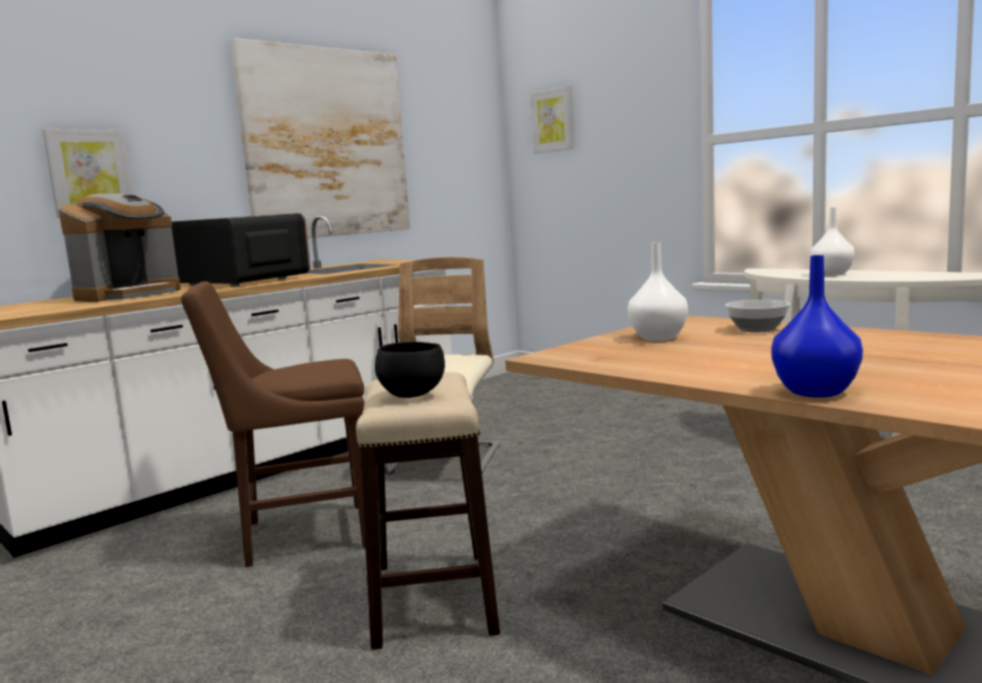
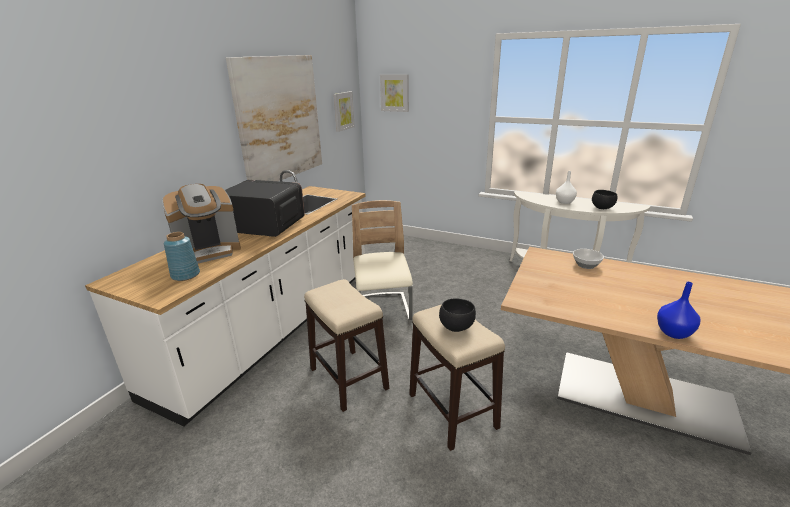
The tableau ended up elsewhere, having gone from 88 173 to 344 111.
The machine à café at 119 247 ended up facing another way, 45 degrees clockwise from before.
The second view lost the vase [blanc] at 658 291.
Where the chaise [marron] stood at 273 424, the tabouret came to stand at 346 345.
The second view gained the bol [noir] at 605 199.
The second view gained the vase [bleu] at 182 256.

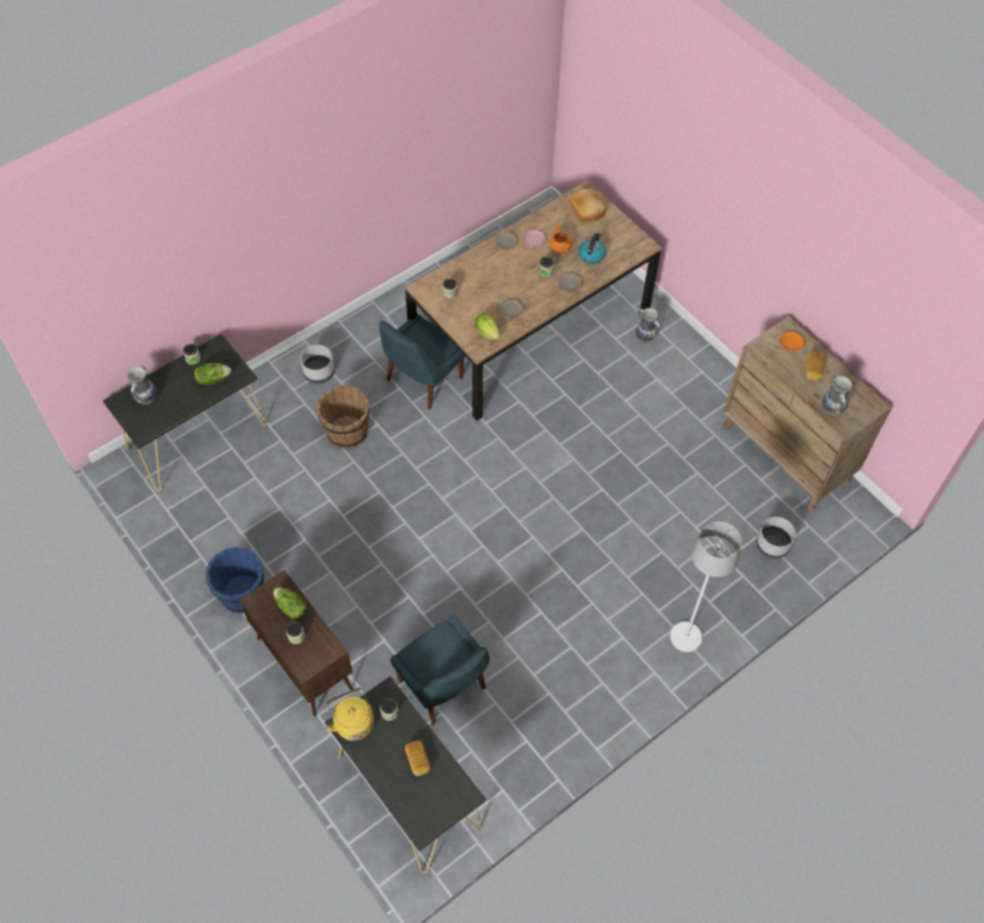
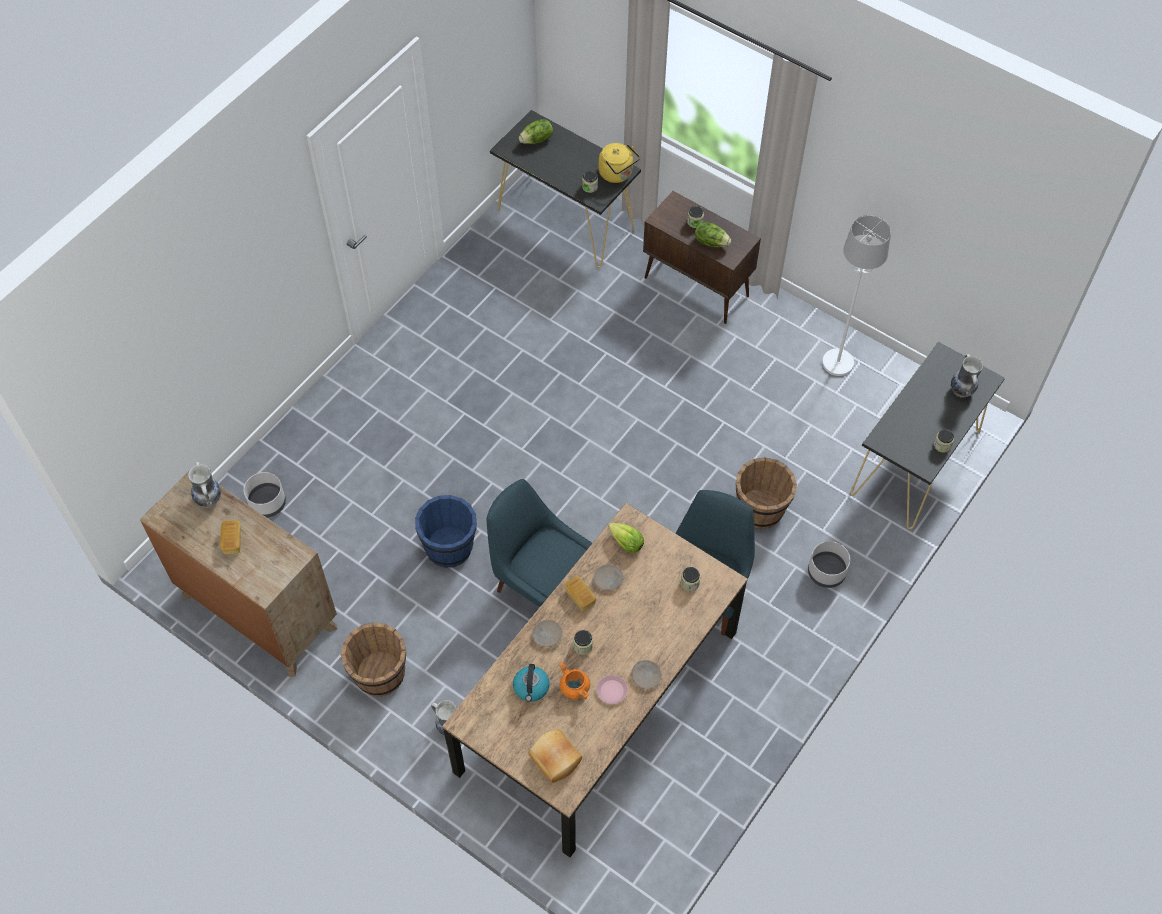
The second view lost the assiette [orange] at 792 341.
The laitue ended up elsewhere, having gone from 212 374 to 536 131.
The lampadaire [blanc] ended up elsewhere, having gone from 706 587 to 856 295.
The seau [bleu] ended up elsewhere, having gone from 234 580 to 446 531.
The chaise [bleu] ended up elsewhere, having gone from 439 671 to 539 543.
The pain ended up elsewhere, having gone from 417 758 to 580 593.
The second view gained the seau [marron] at 373 660.

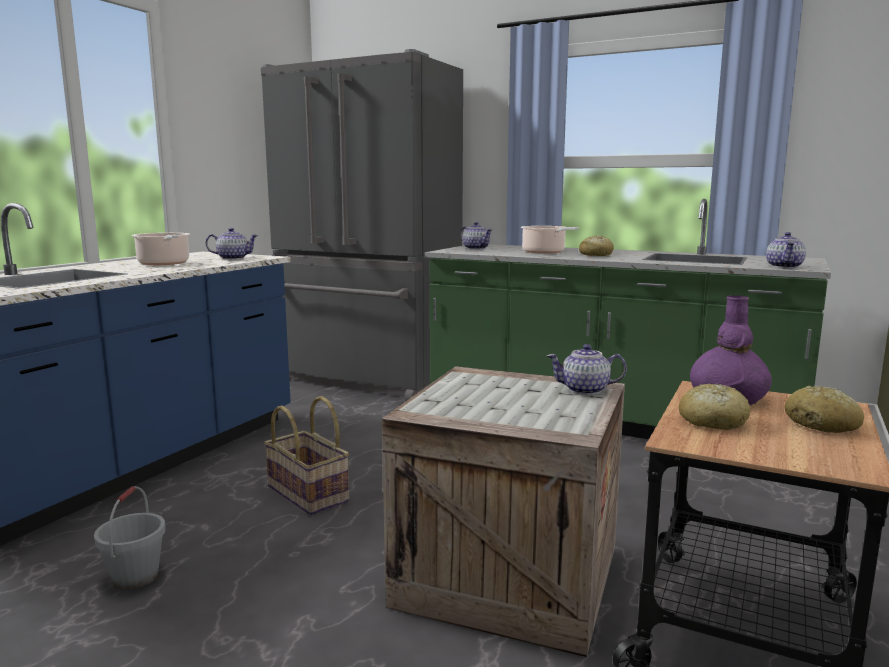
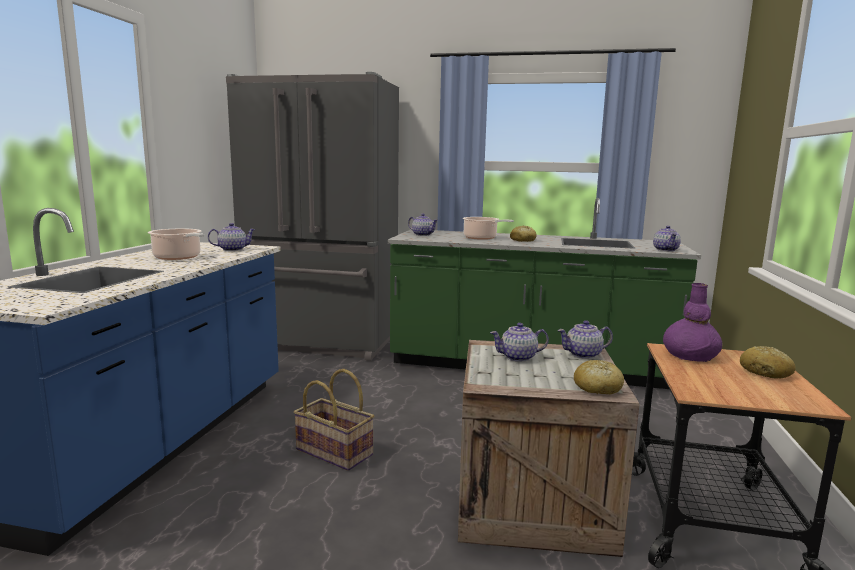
The pain ended up elsewhere, having gone from 714 406 to 599 377.
The second view lost the seau [gris] at 130 538.
The second view gained the théière at 519 342.

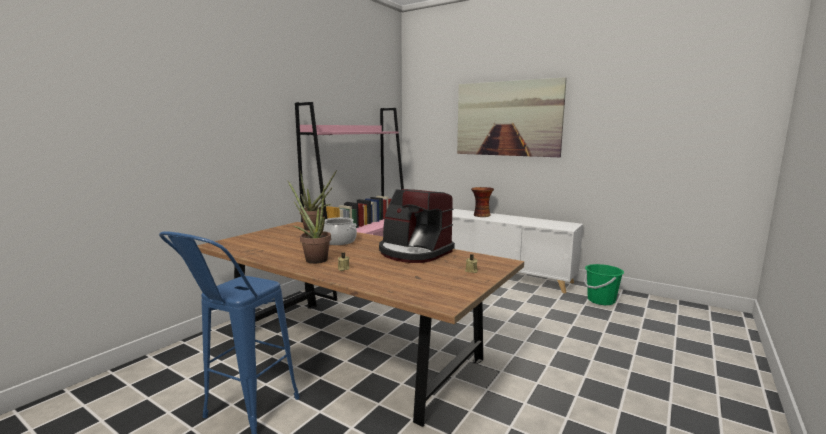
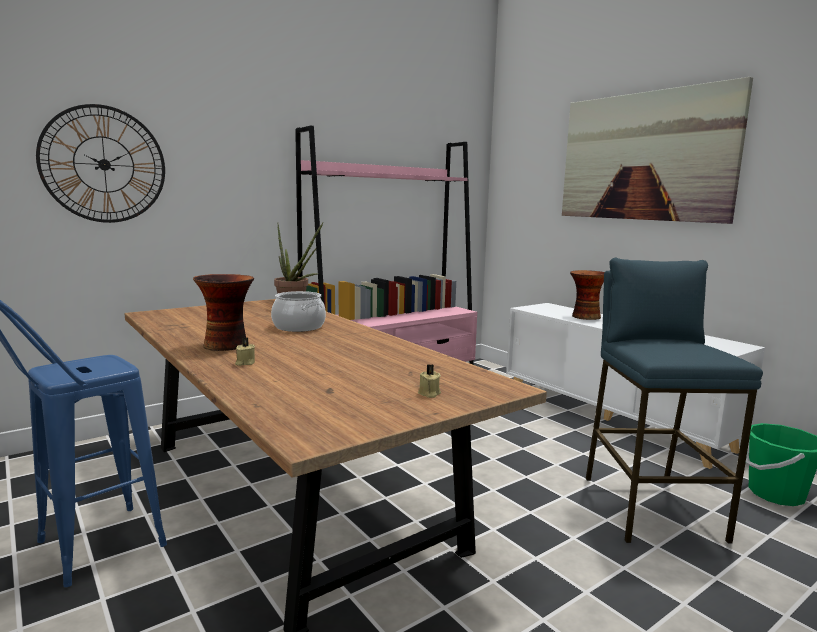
Where the plante en pot stood at 309 222, the vase came to stand at 223 312.
The second view lost the machine à café at 417 226.
The second view gained the horloge murale at 100 163.
The second view gained the tabouret [bleu] at 674 401.

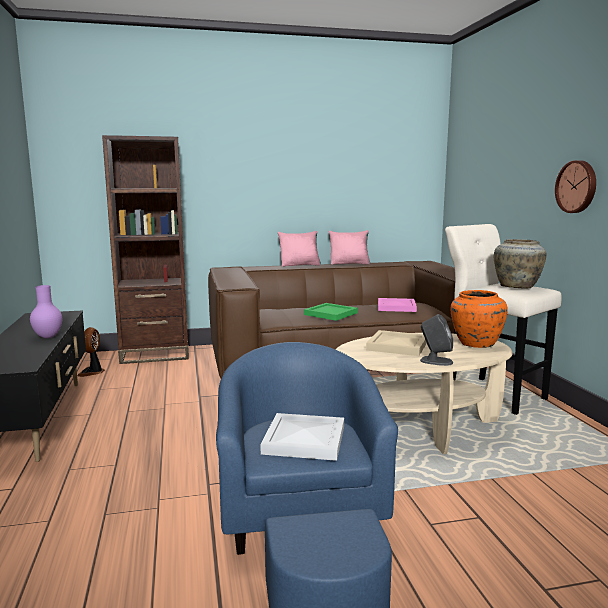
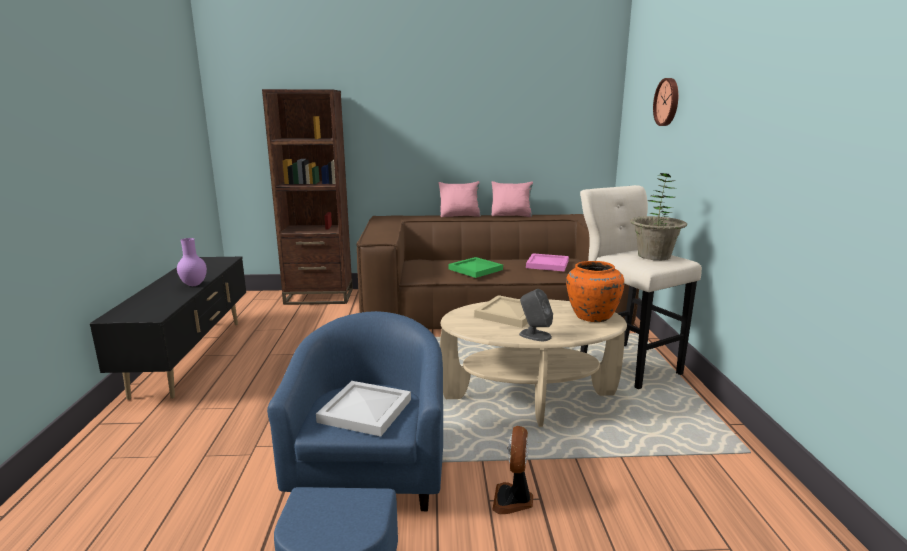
The horloge murale ended up elsewhere, having gone from 575 186 to 665 102.
Where the vase [beige] stood at 520 263, the plante en pot came to stand at 658 216.
The ventilateur ended up elsewhere, having gone from 91 352 to 512 470.

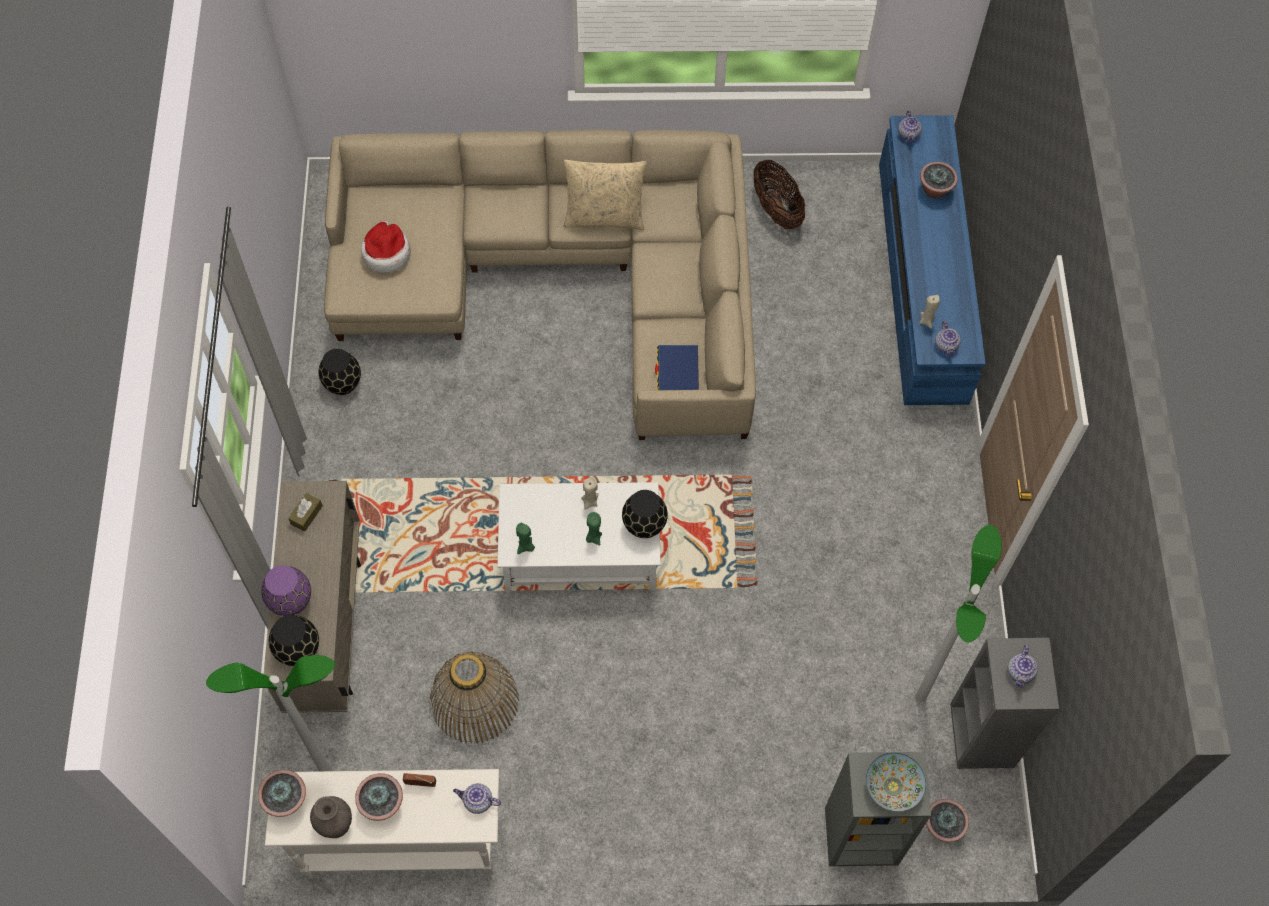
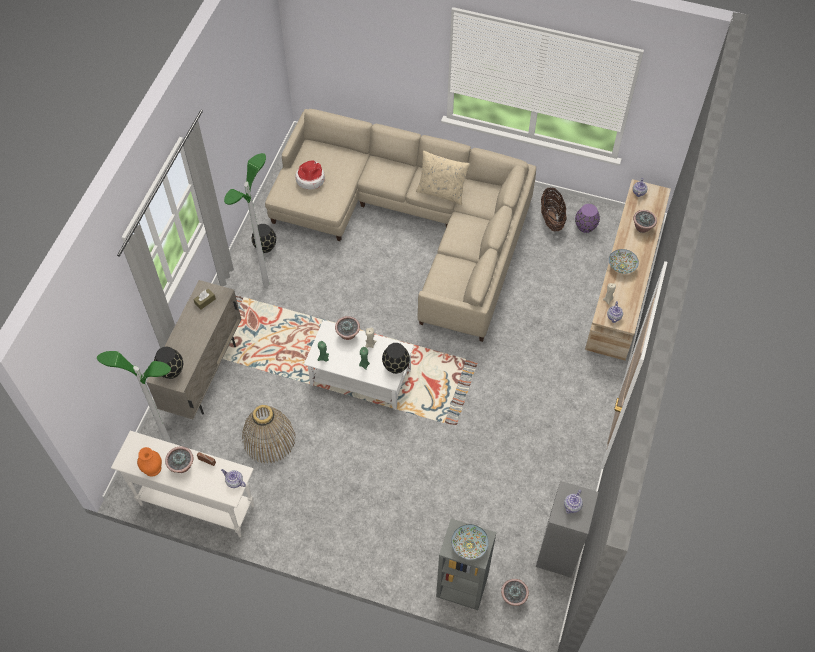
What was the meuble télé [bleu] at 932 260 turned into the meuble télé [beige] at 628 270.
The second view lost the livre [bleu] at 677 367.
The lampadaire ended up elsewhere, having gone from 959 613 to 246 220.
The vase [violet] ended up elsewhere, having gone from 286 590 to 587 218.
The plante en pot ended up elsewhere, having gone from 282 793 to 347 328.
What was the vase [gris] at 331 817 turned into the vase [orange] at 149 462.
The second view gained the bol at 624 261.

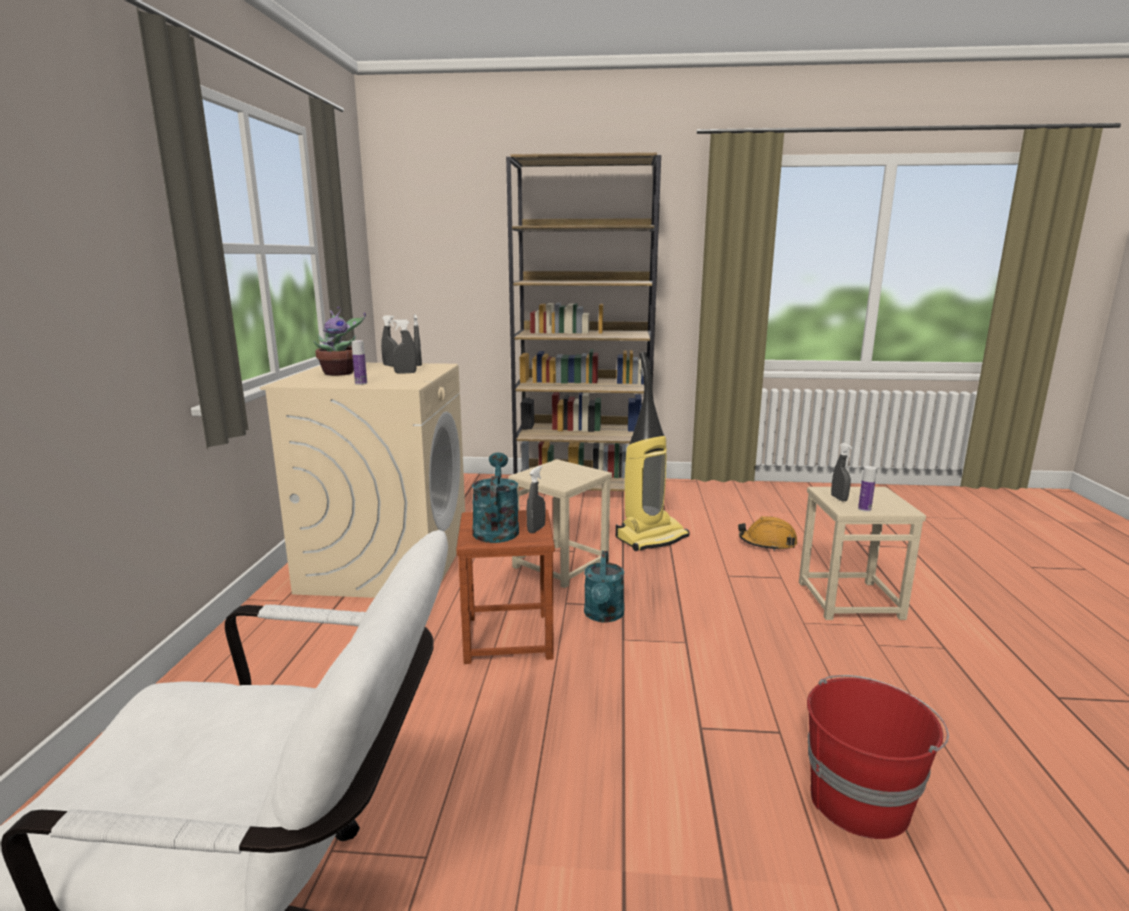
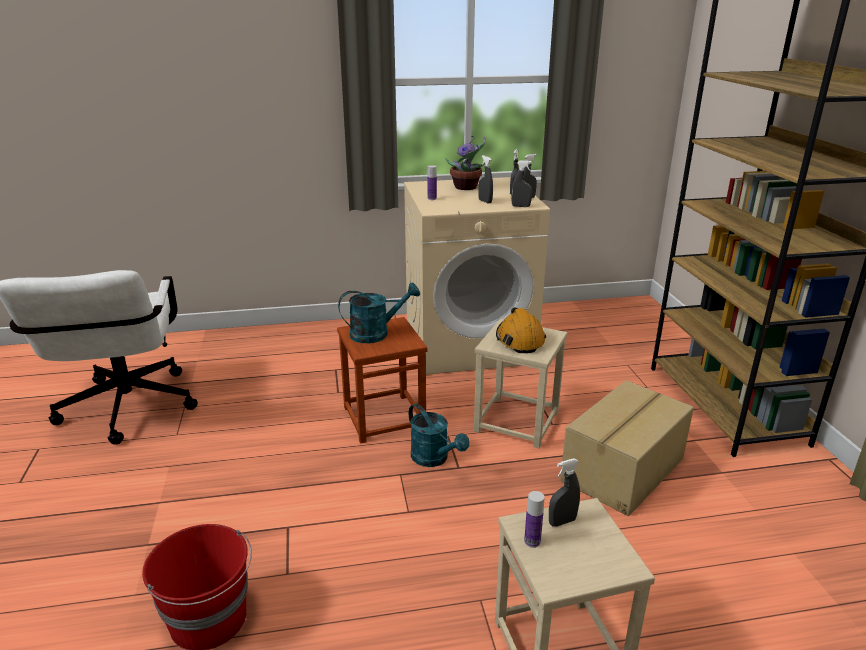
Where the aspirateur stood at 653 451, the carton came to stand at 627 448.
The vaporisateur [gris] ended up elsewhere, having gone from 536 499 to 521 183.
The casque de chantier [orange] ended up elsewhere, having gone from 767 533 to 521 330.
The arrosoir [turquoise] at 604 586 ended up facing another way, 120 degrees counterclockwise from before.

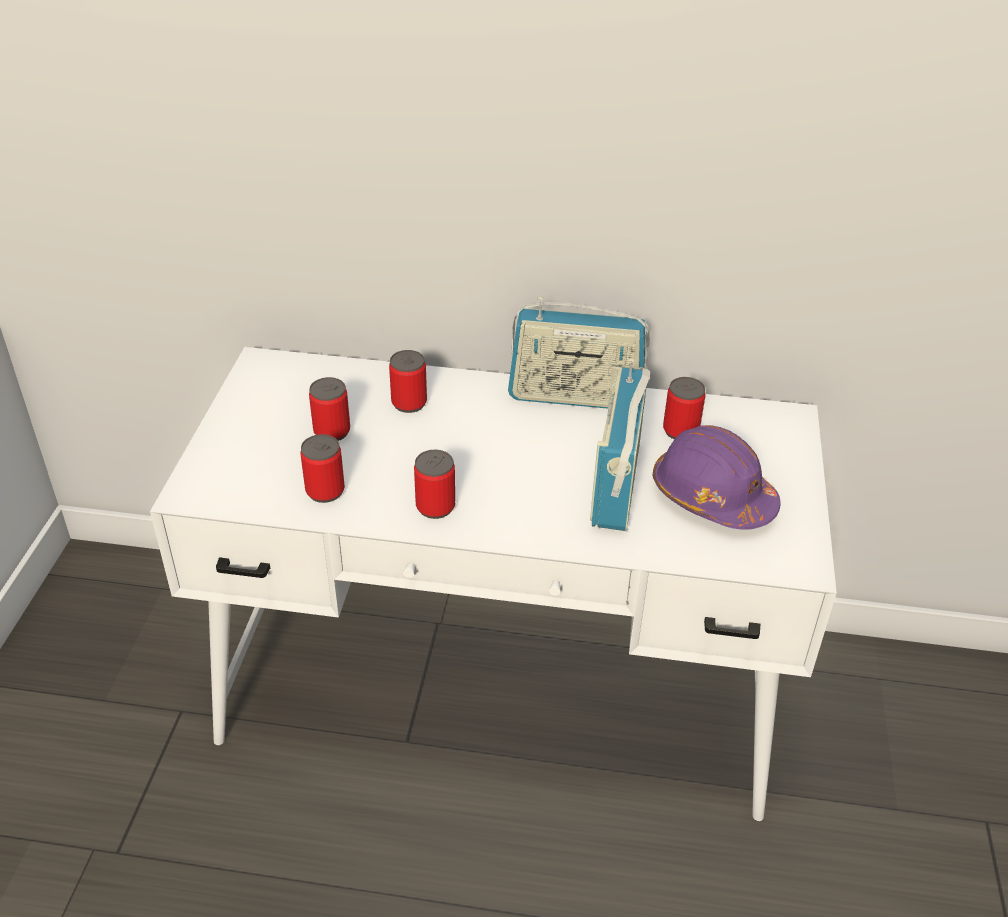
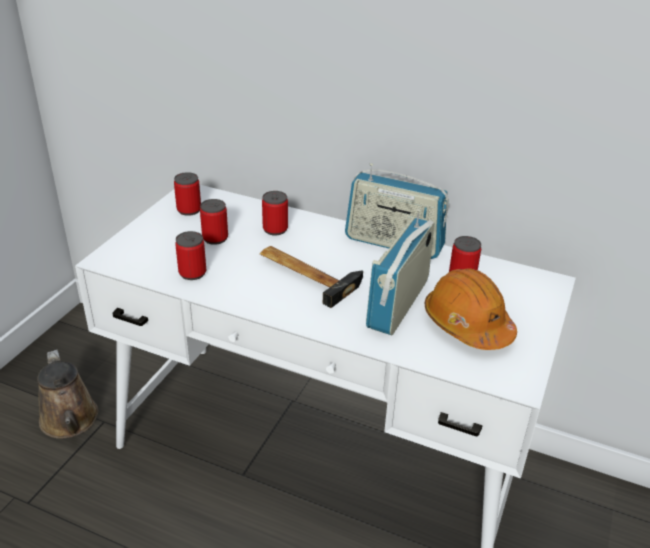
What was the casque de chantier [violet] at 716 477 turned into the casque de chantier [orange] at 471 309.
The boîte métallique ended up elsewhere, having gone from 434 484 to 187 194.
The second view gained the marteau at 311 277.
The second view gained the arrosoir [marron] at 67 394.

